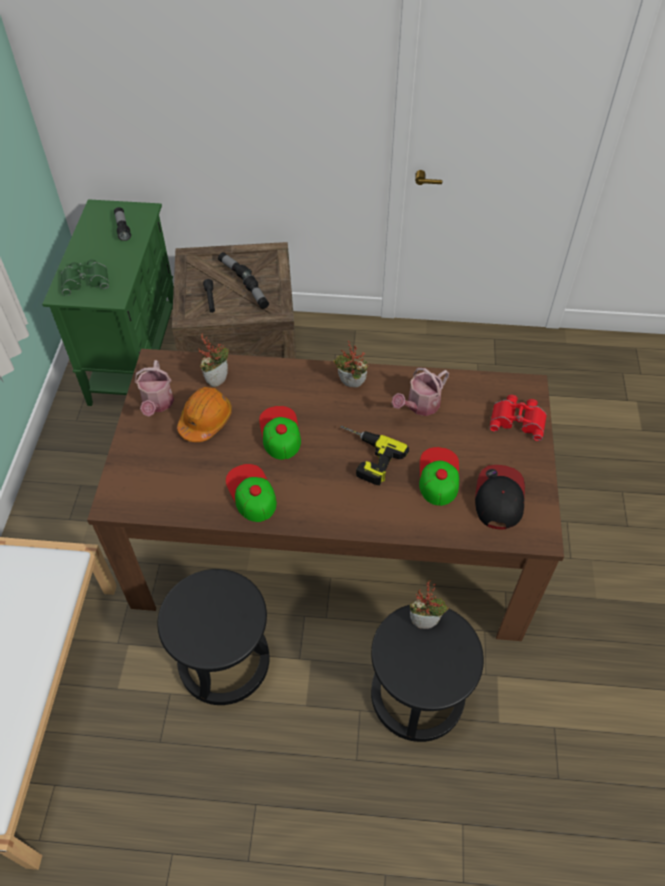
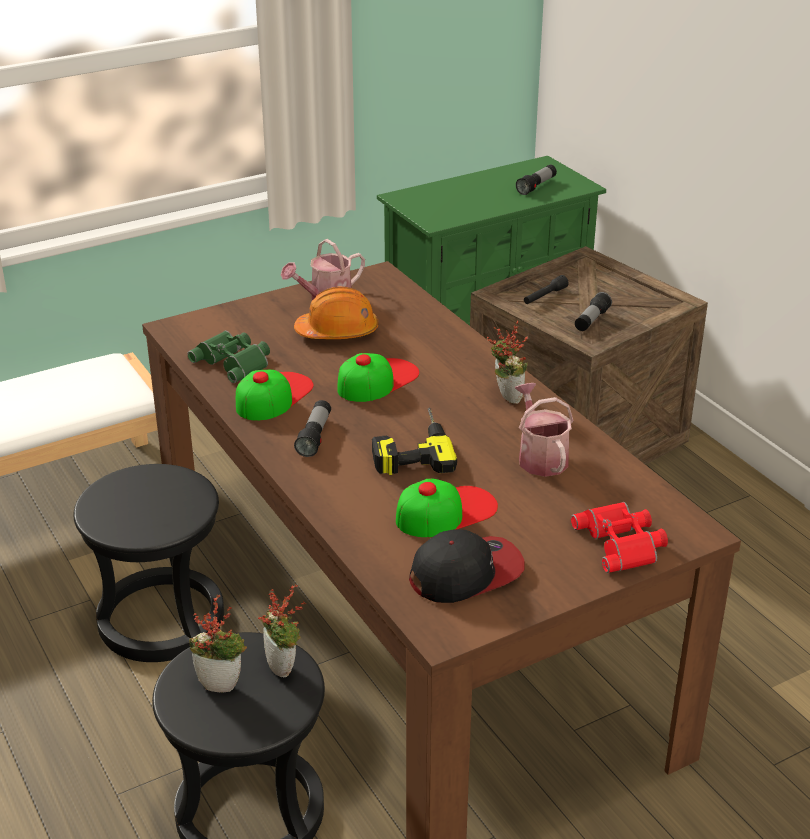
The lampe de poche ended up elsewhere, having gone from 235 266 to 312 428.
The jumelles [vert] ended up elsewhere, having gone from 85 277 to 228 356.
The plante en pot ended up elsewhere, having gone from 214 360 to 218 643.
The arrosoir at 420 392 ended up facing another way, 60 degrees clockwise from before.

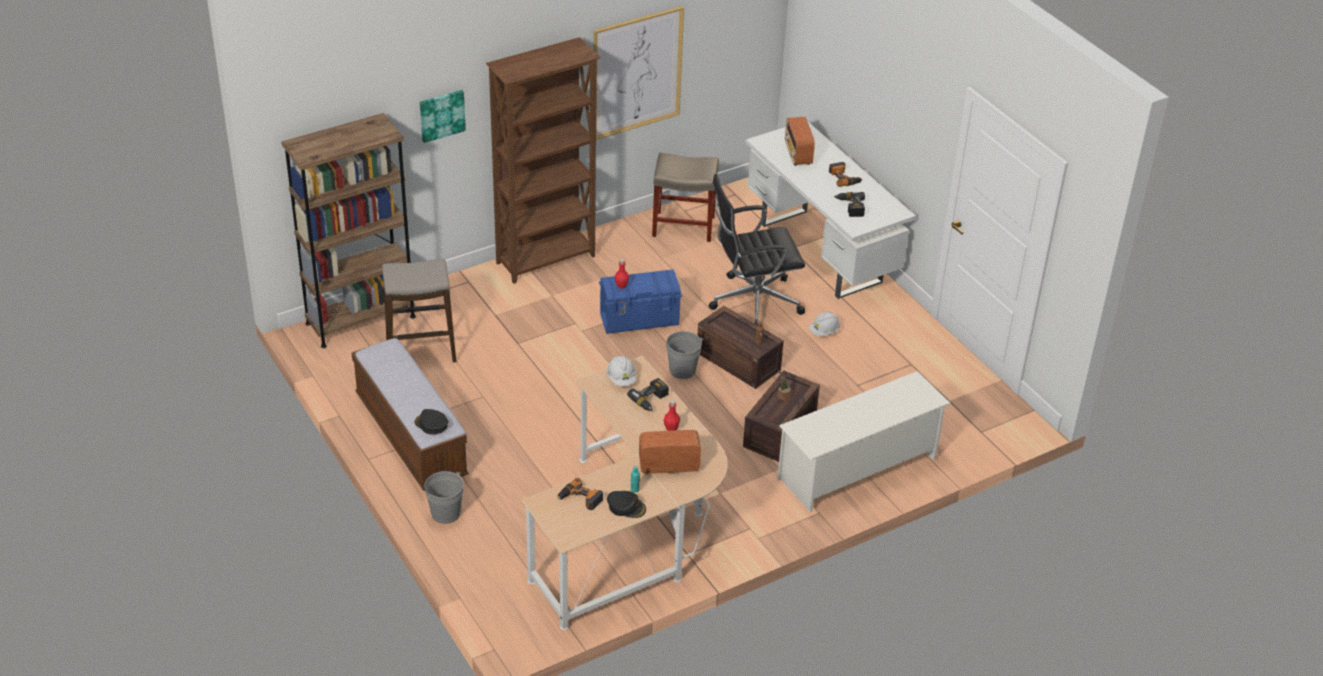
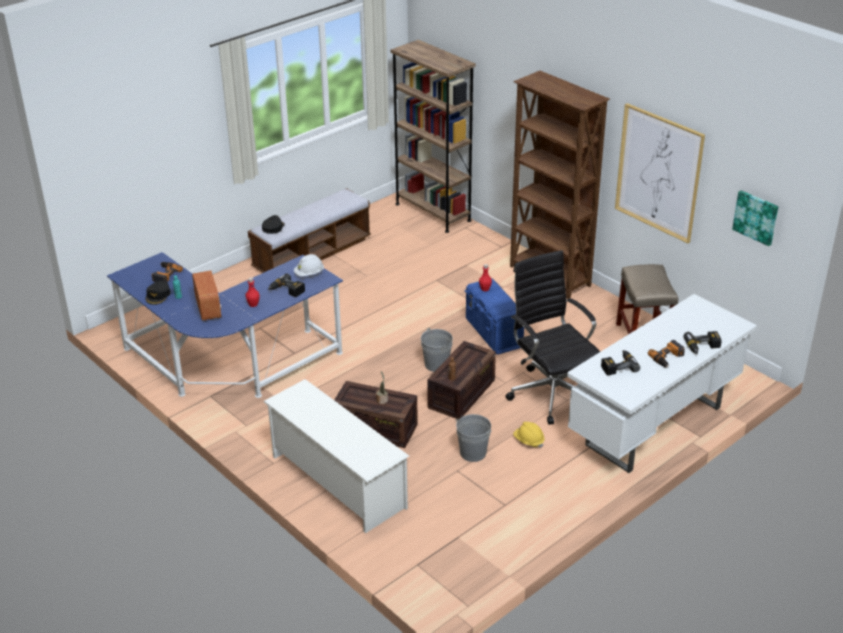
The tableau ended up elsewhere, having gone from 443 116 to 755 218.
The second view lost the radio at 800 141.
The second view lost the tabouret at 419 310.
What was the casque de chantier [blanc] at 824 324 turned into the casque de chantier [jaune] at 529 435.
What was the bureau [beige] at 625 493 turned into the bureau [bleu] at 225 325.
The seau [gris] ended up elsewhere, having gone from 444 497 to 474 438.
The second view gained the perceuse at 703 342.

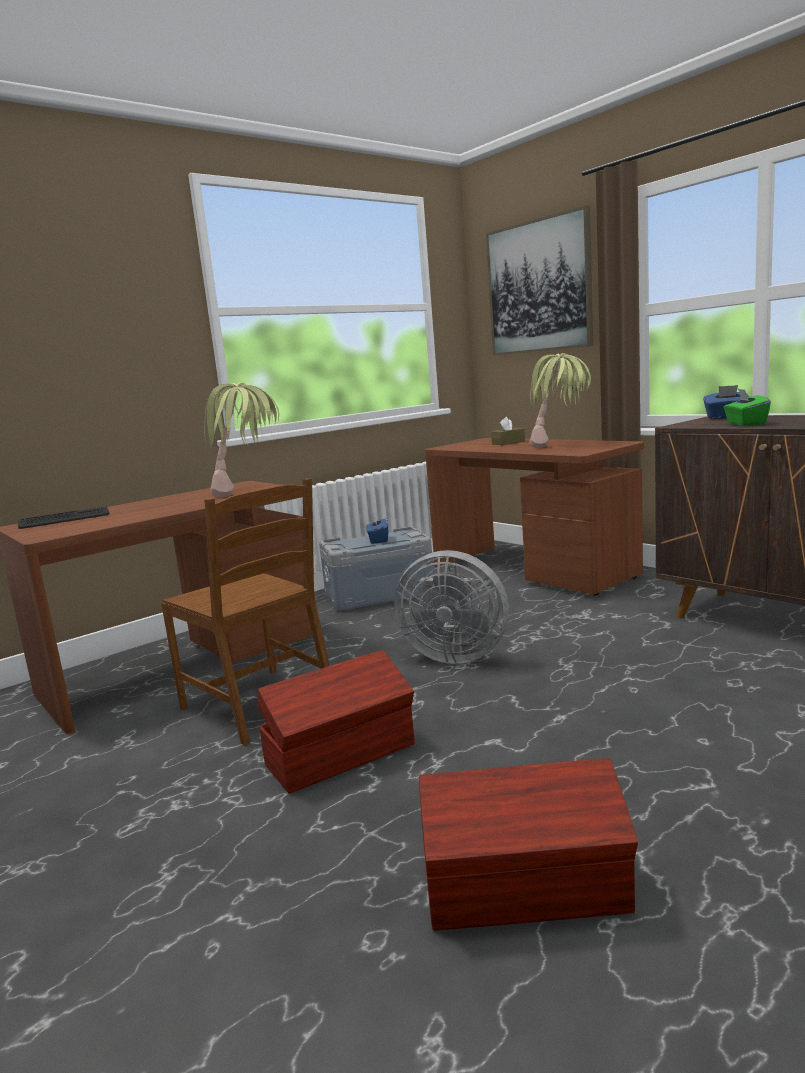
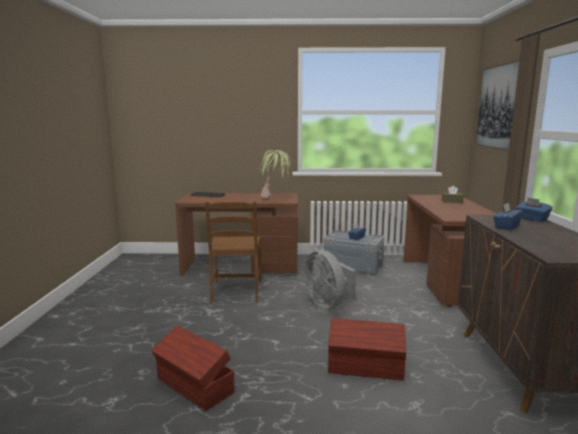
The second view lost the plante en pot at 560 400.
What was the boîte à mouchoirs [vert] at 747 407 turned into the boîte à mouchoirs [bleu] at 508 216.
The boîte de rangement [marron] ended up elsewhere, having gone from 336 722 to 367 349.

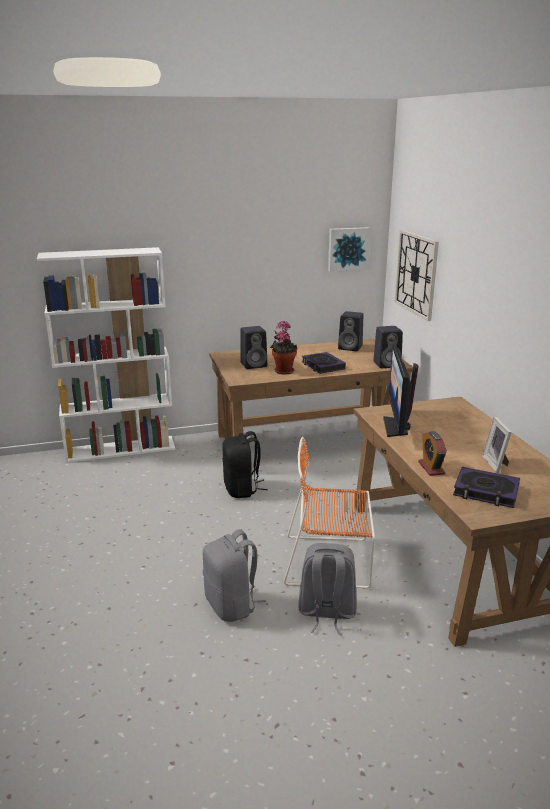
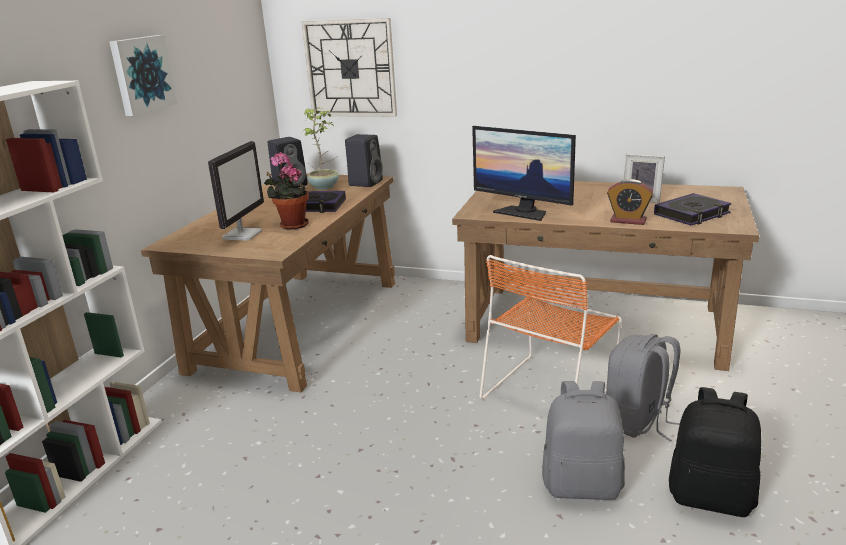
The tableau ended up elsewhere, having gone from 349 249 to 143 75.
Where the enceinte [noir] stood at 253 347, the écran d'ordinateur came to stand at 236 191.
The sac à dos [noir] ended up elsewhere, having gone from 245 464 to 715 452.
The second view gained the plante en pot at 320 149.

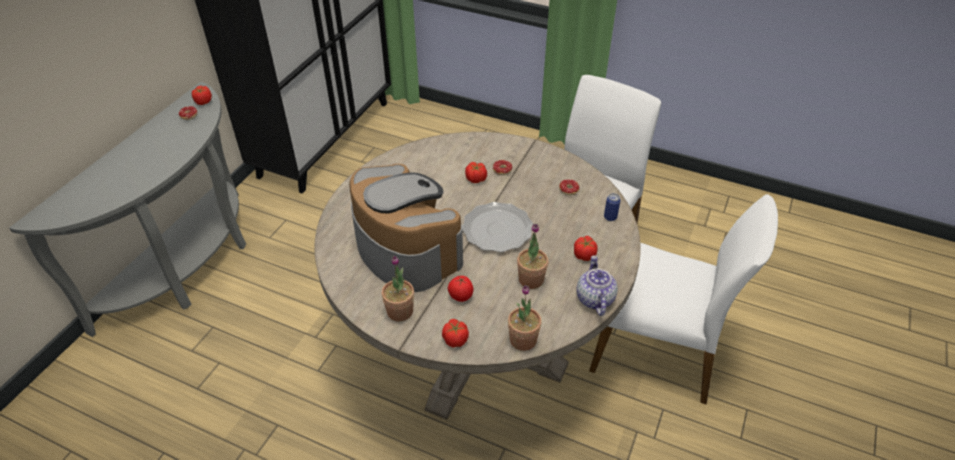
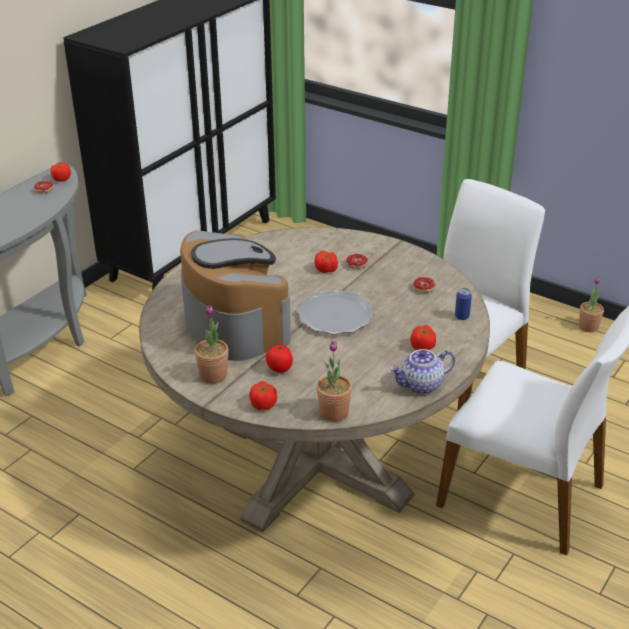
The plante en pot ended up elsewhere, having gone from 532 256 to 591 304.
The théière at 597 285 ended up facing another way, 120 degrees counterclockwise from before.

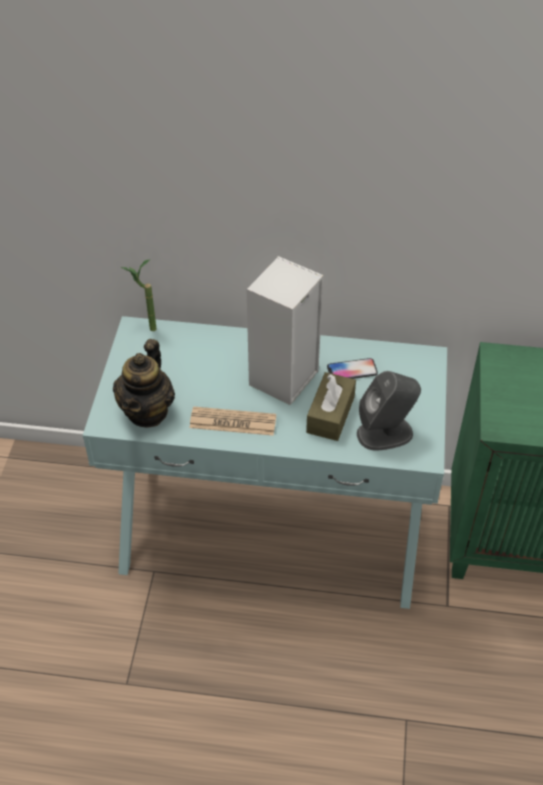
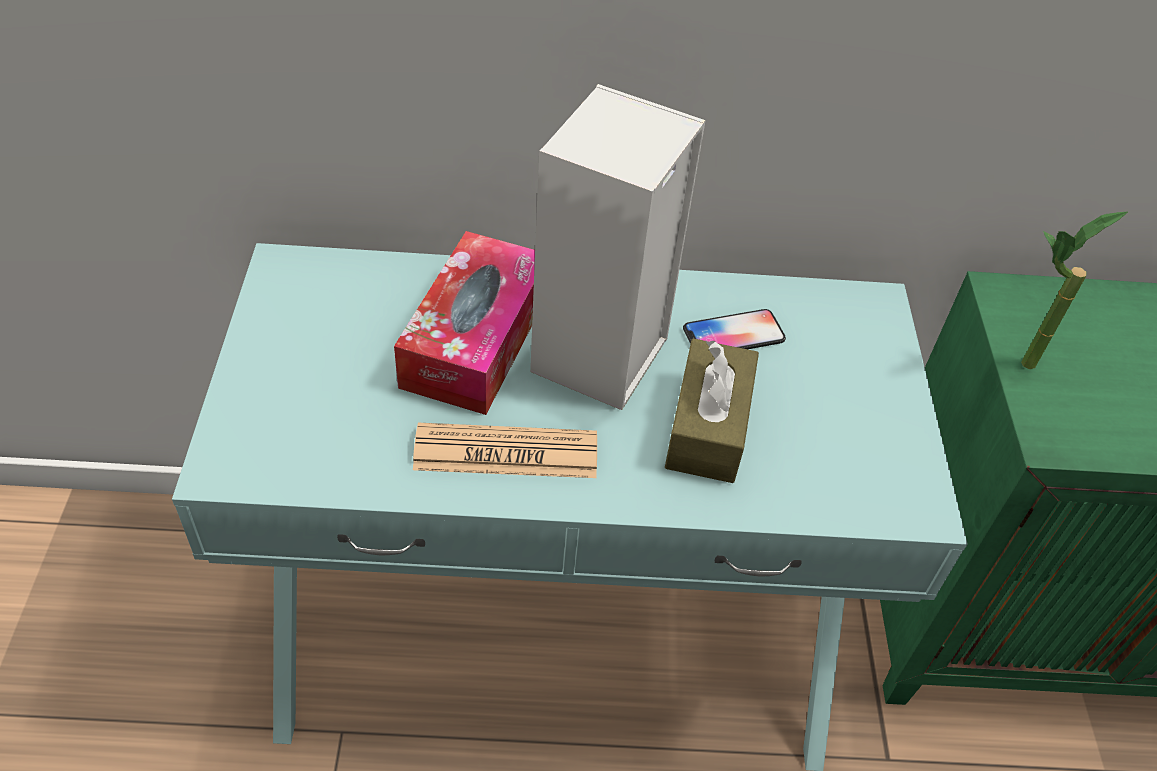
The plante en pot ended up elsewhere, having gone from 138 295 to 1074 290.
The second view lost the théière at 144 383.
The second view lost the enceinte [gris] at 389 410.
The second view gained the boîte à mouchoirs at 464 323.

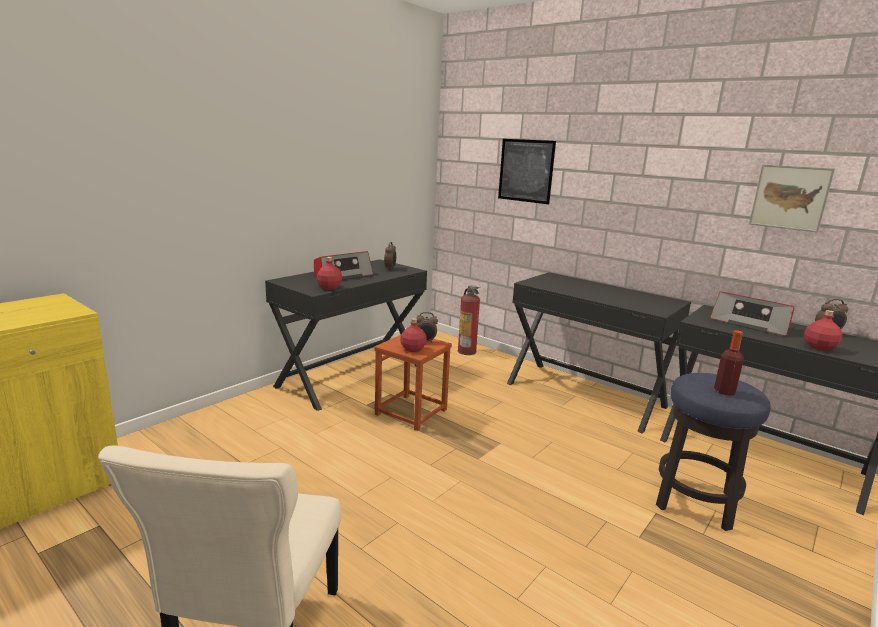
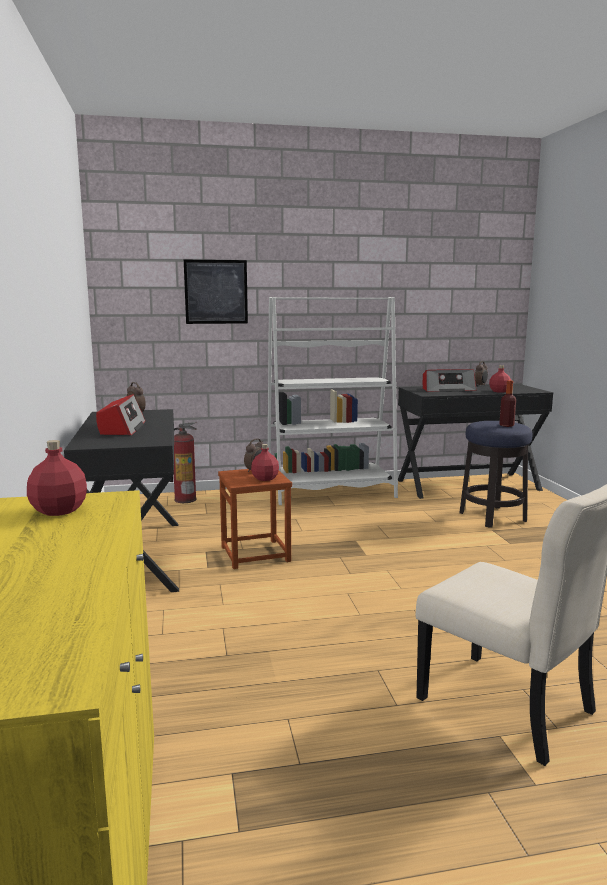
The second view lost the tableau at 792 198.
The bouteille [rouge] ended up elsewhere, having gone from 329 273 to 57 478.
Where the bureau [noir] stood at 599 352, the bibliothèque [blanc] came to stand at 333 401.

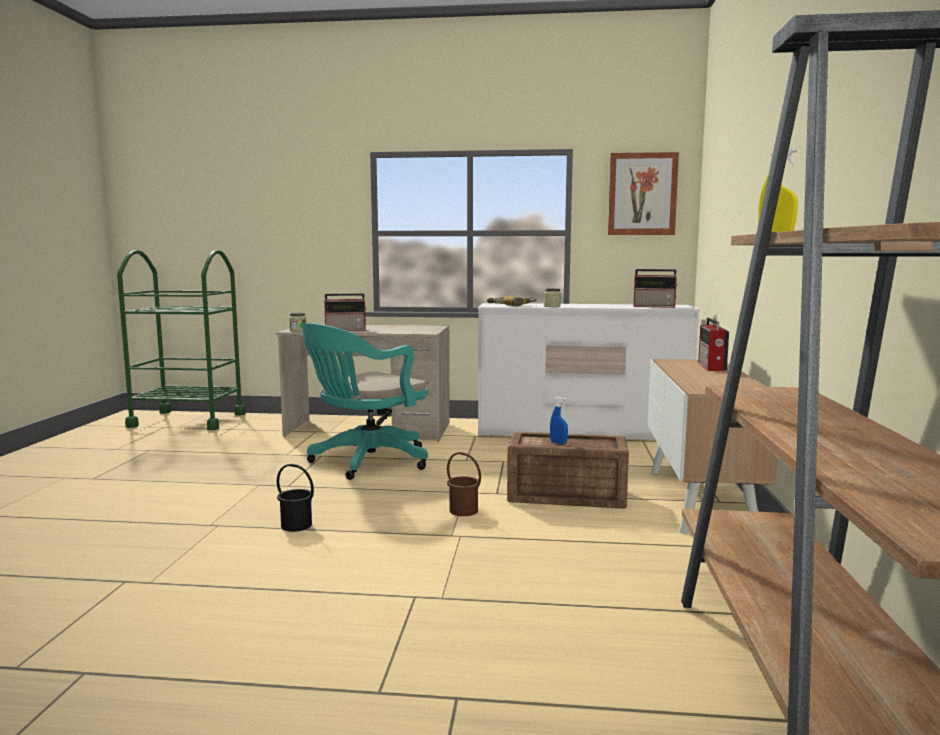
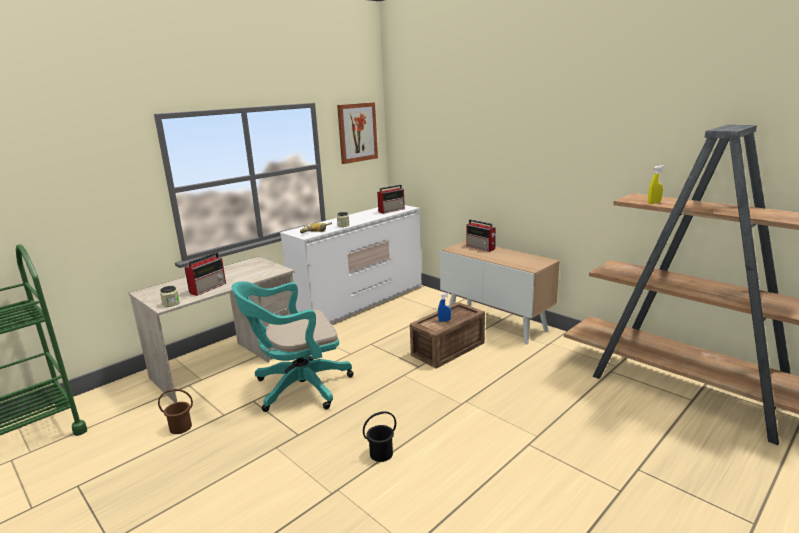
The chaise de bureau [turquoise] at 365 401 ended up facing another way, 75 degrees clockwise from before.
The seau [marron] ended up elsewhere, having gone from 464 484 to 175 411.

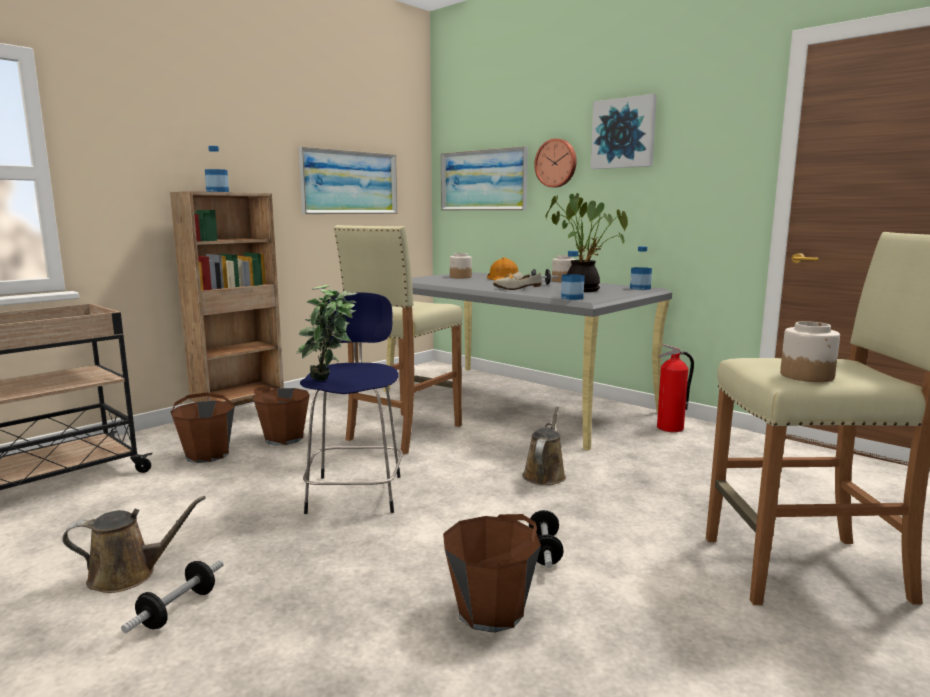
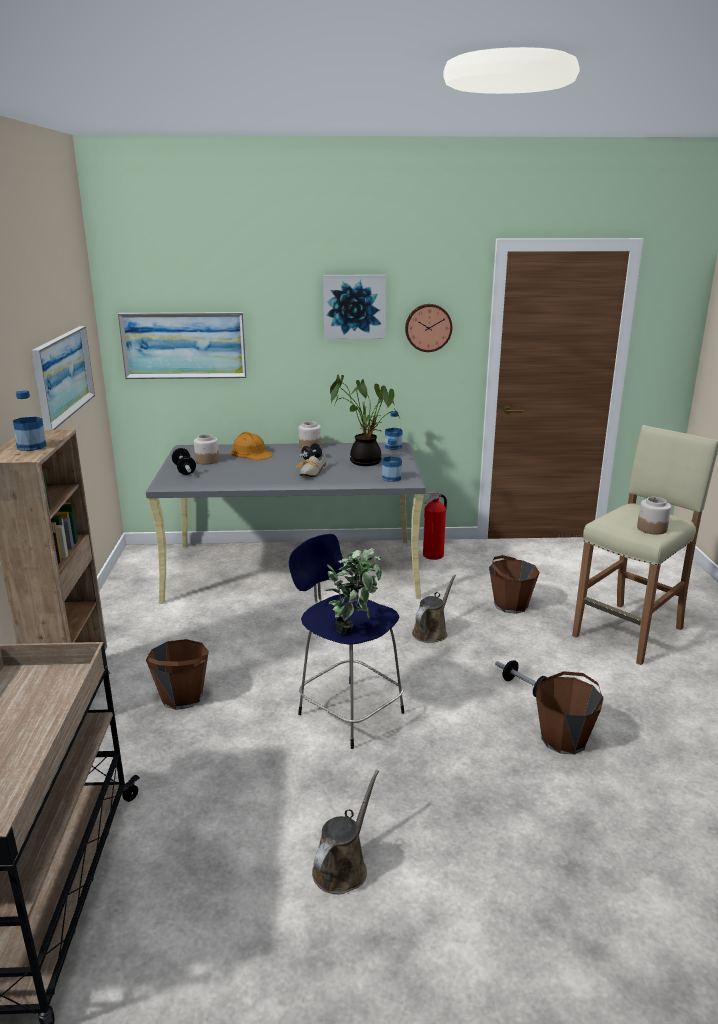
The horloge murale ended up elsewhere, having gone from 555 162 to 428 328.
The second view lost the tabouret [beige] at 398 340.
The seau [marron] ended up elsewhere, having gone from 203 427 to 514 584.
The arrosoir [marron] at 544 445 ended up facing another way, 60 degrees clockwise from before.
The haltère ended up elsewhere, having gone from 172 596 to 184 461.

